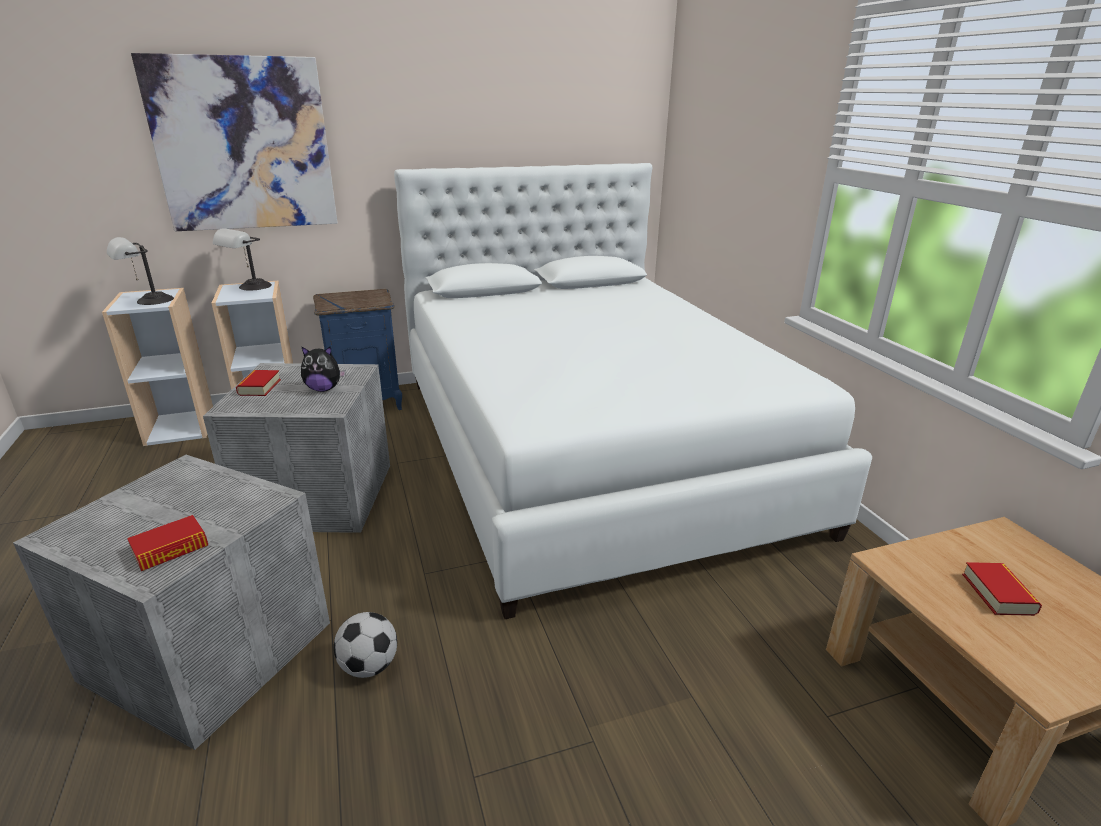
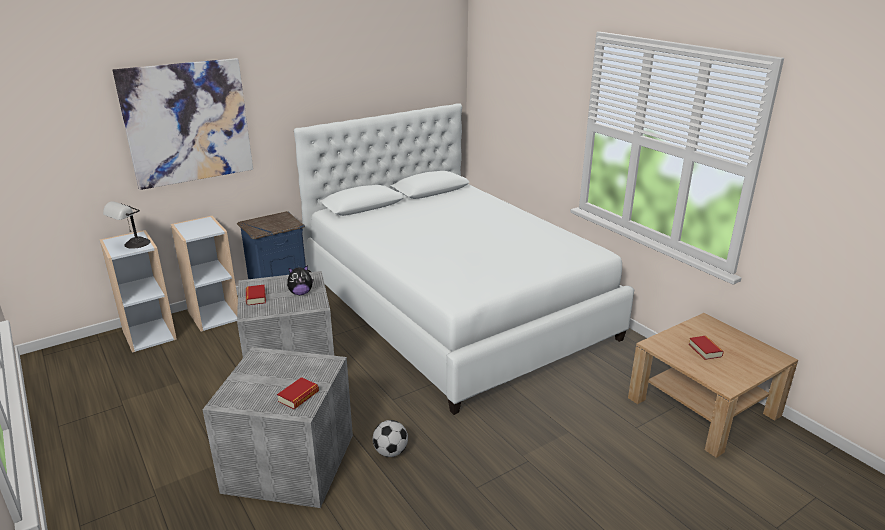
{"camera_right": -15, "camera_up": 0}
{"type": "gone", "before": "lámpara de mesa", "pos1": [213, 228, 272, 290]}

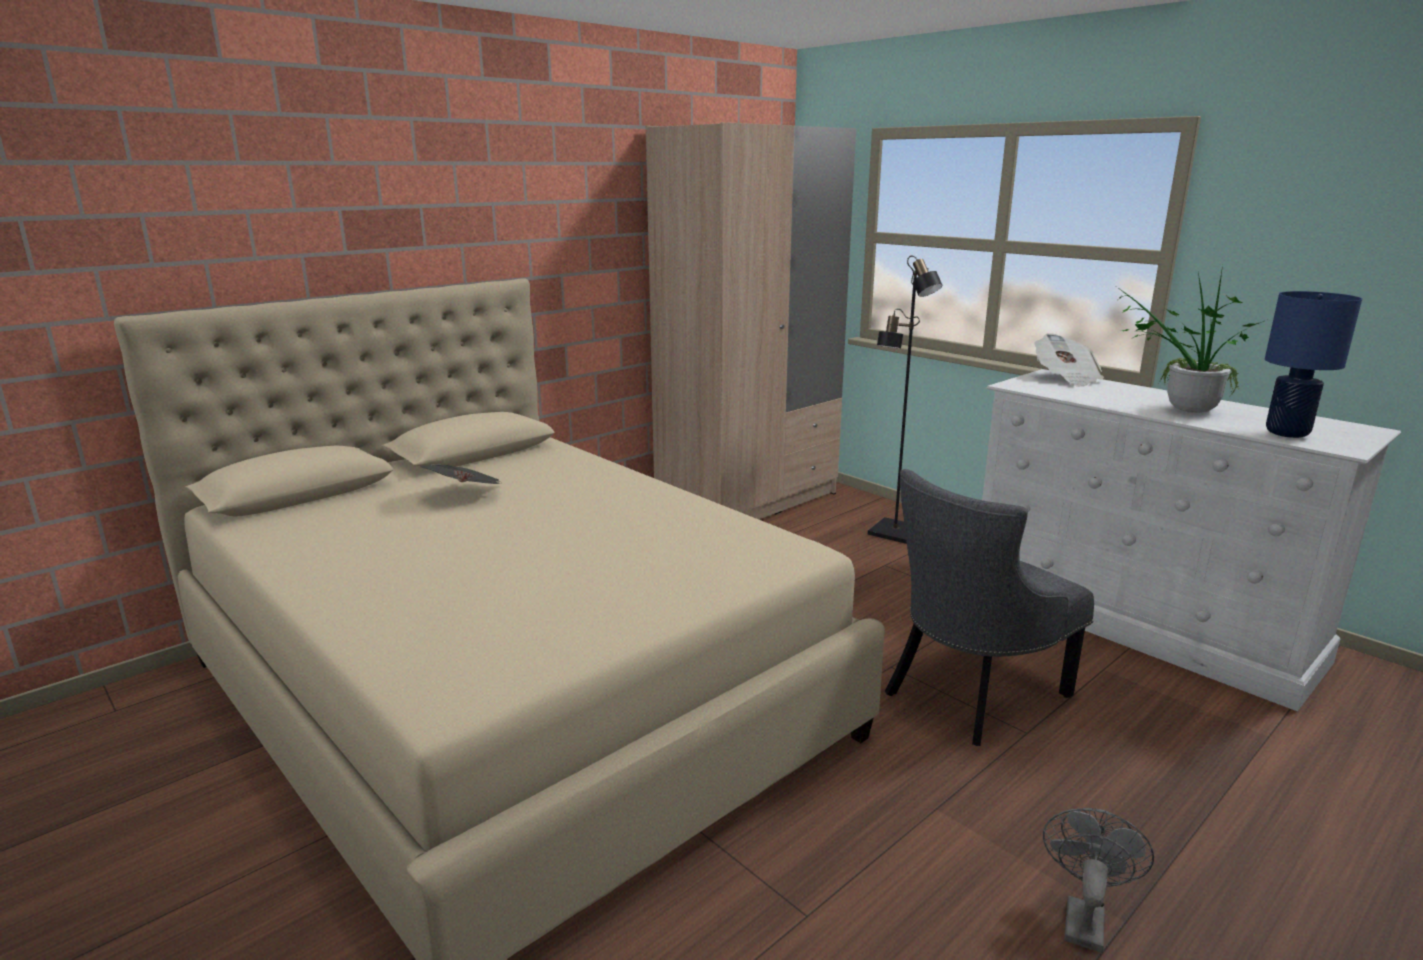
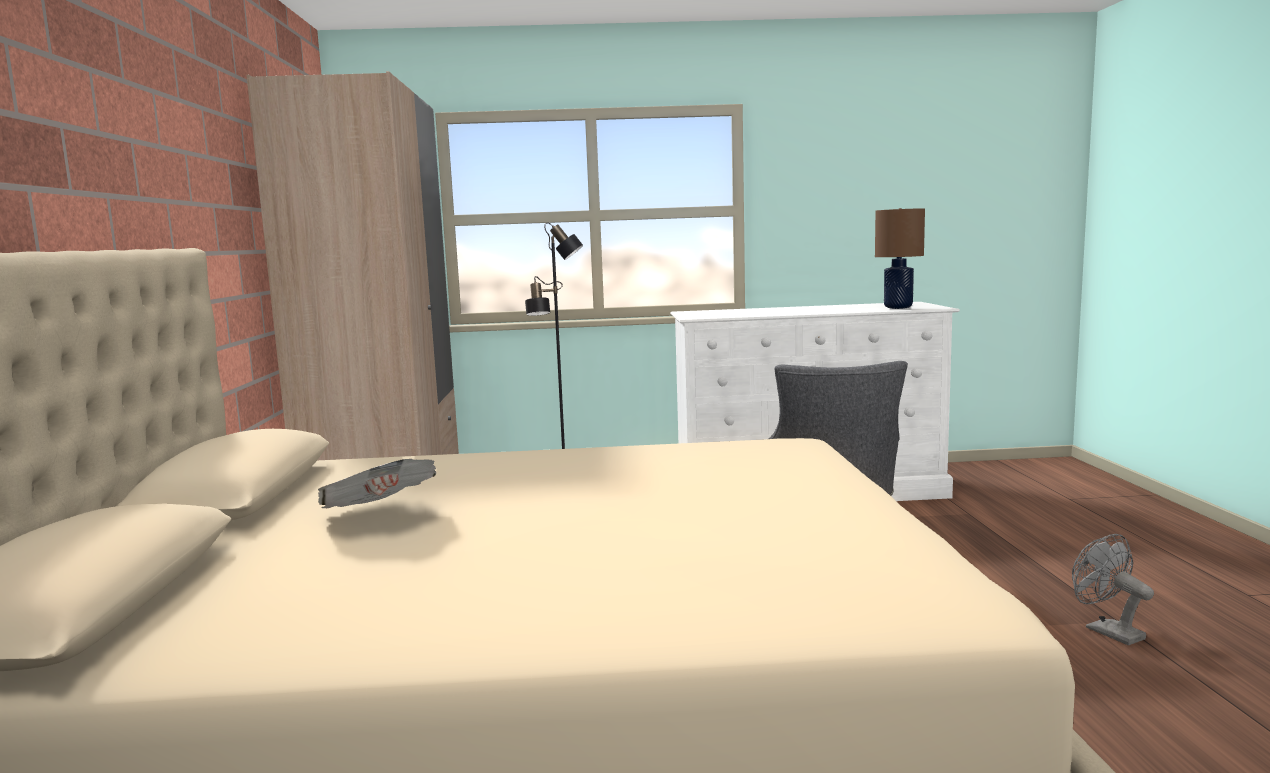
{"camera_right": -50, "camera_up": -10}
{"type": "gone", "before": "planta en maceta", "pos1": [1117, 265, 1264, 413]}
{"type": "repainted", "before": "lámpara de mesa (azul)", "after": "lámpara de mesa (marrón)", "pos1": [1265, 291, 1362, 438], "pos2": [875, 208, 925, 309]}
{"type": "gone", "before": "periódico", "pos1": [1034, 333, 1104, 387]}

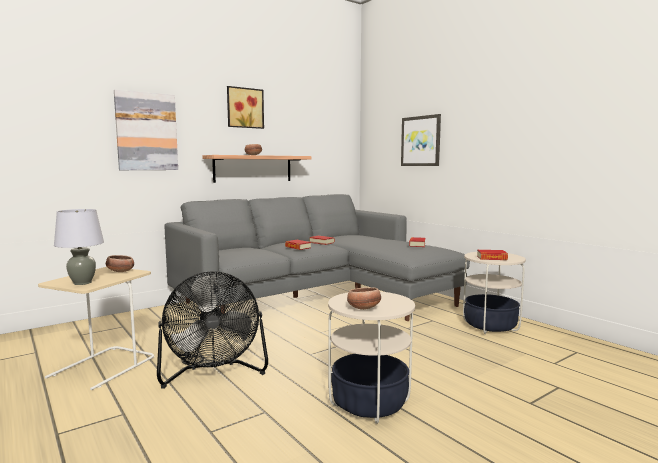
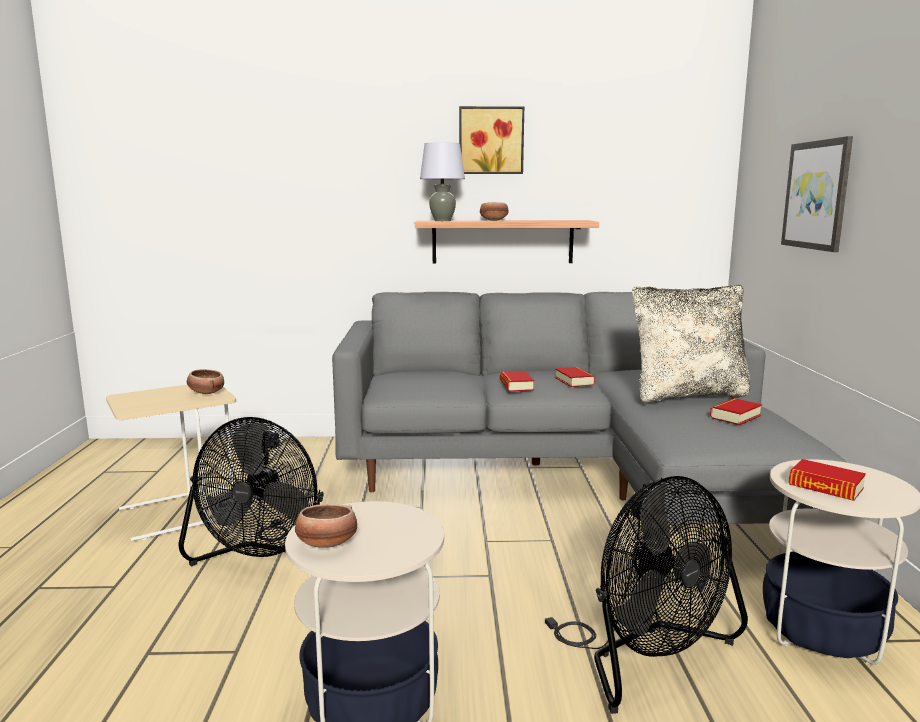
{"camera_right": 35, "camera_up": 5}
{"type": "gone", "before": "cuadro", "pos1": [114, 90, 178, 170]}
{"type": "shifted", "before": "lámpara de mesa (gris)", "pos1": [54, 209, 104, 285], "pos2": [420, 142, 465, 221]}
{"type": "new", "after": "cojín (beis)", "pos2": [632, 285, 750, 403]}
{"type": "new", "after": "ventilador (negro)", "pos2": [545, 476, 748, 714]}

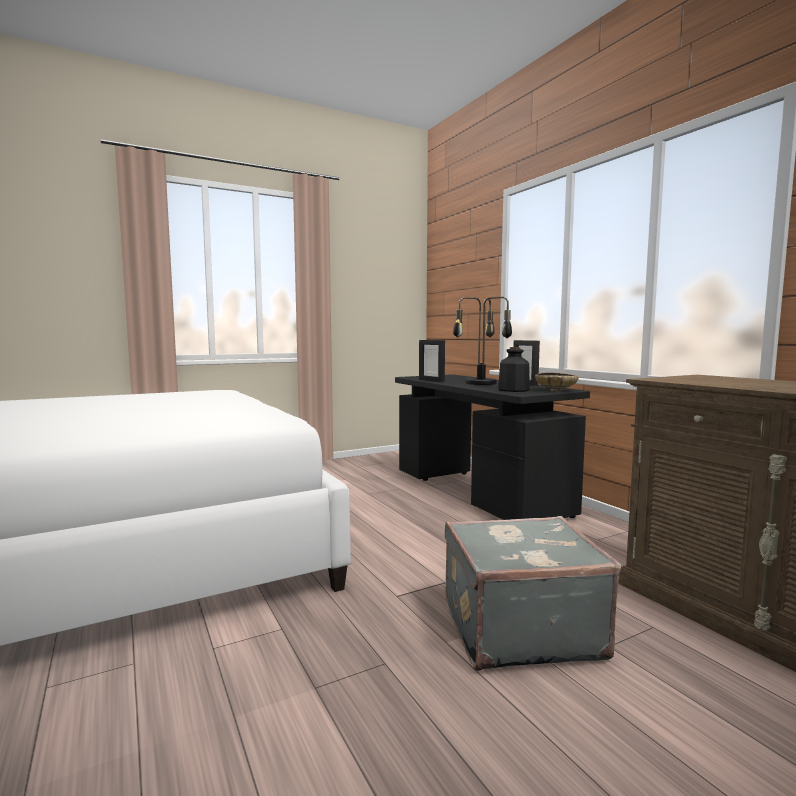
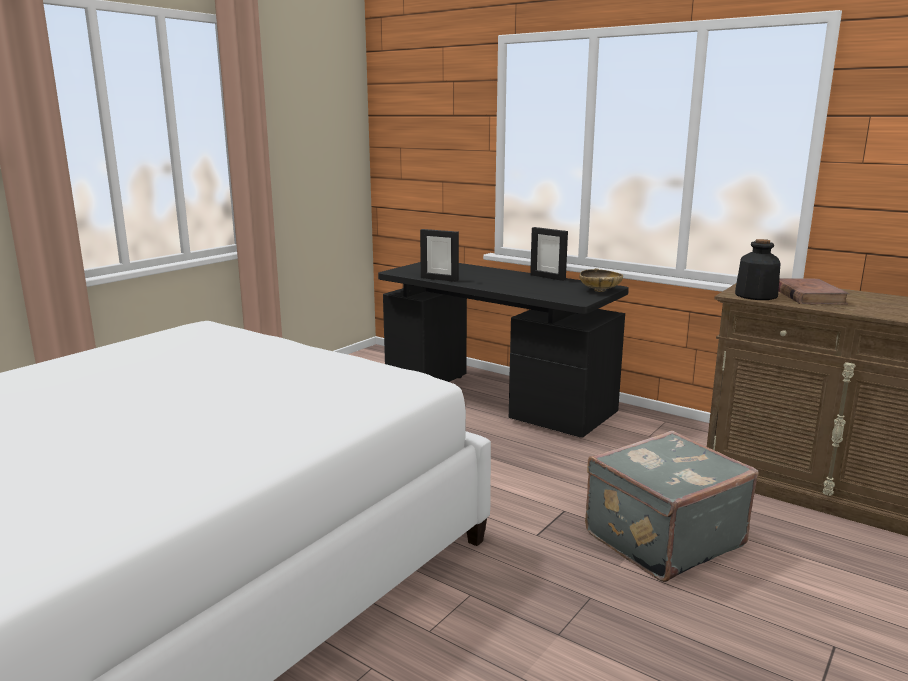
{"camera_right": -25, "camera_up": 10}
{"type": "gone", "before": "lámpara de mesa", "pos1": [453, 297, 512, 385]}
{"type": "shifted", "before": "botella", "pos1": [498, 347, 530, 392], "pos2": [735, 239, 781, 300]}
{"type": "new", "after": "libro (marrón)", "pos2": [778, 278, 849, 305]}

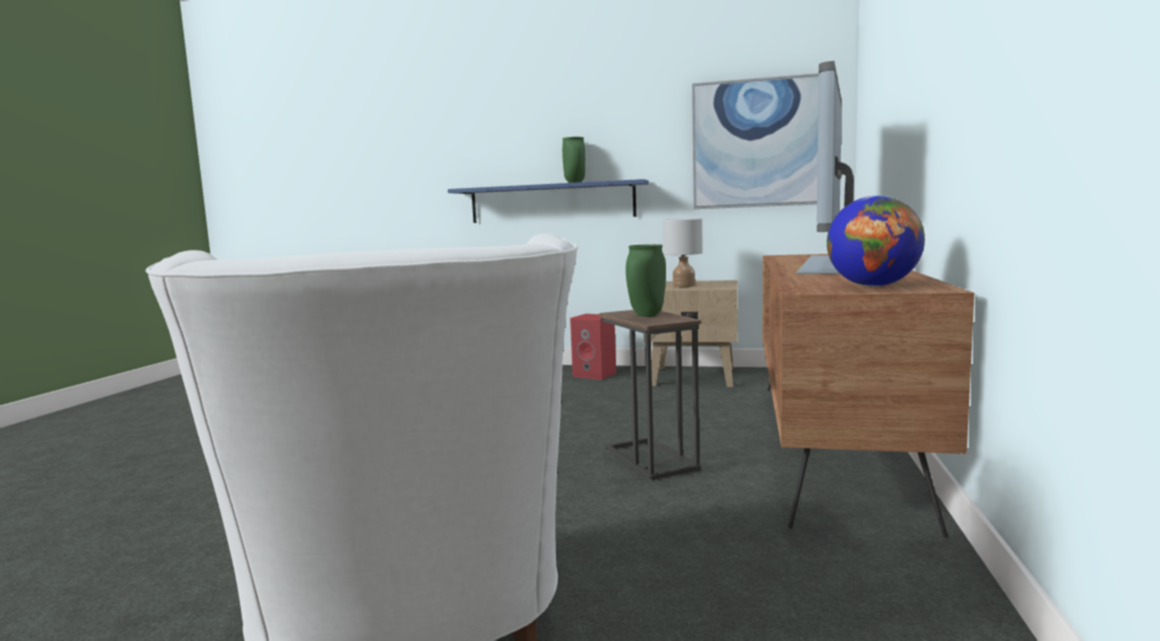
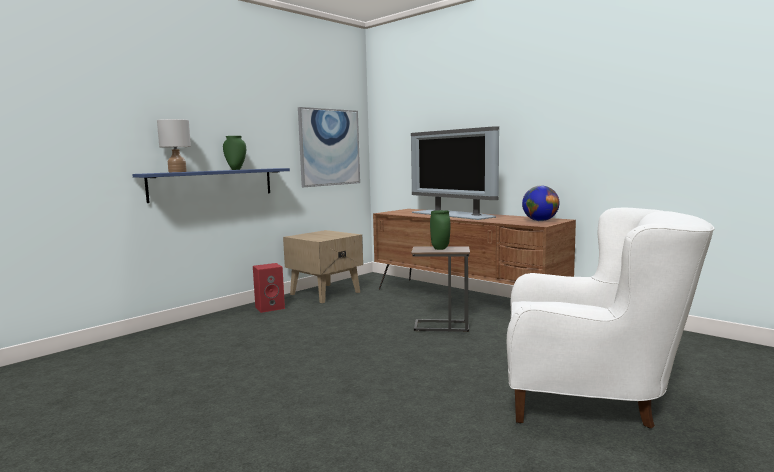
{"camera_right": -60, "camera_up": 0}
{"type": "shifted", "before": "lámpara de mesa (gris)", "pos1": [663, 218, 703, 287], "pos2": [157, 119, 191, 172]}

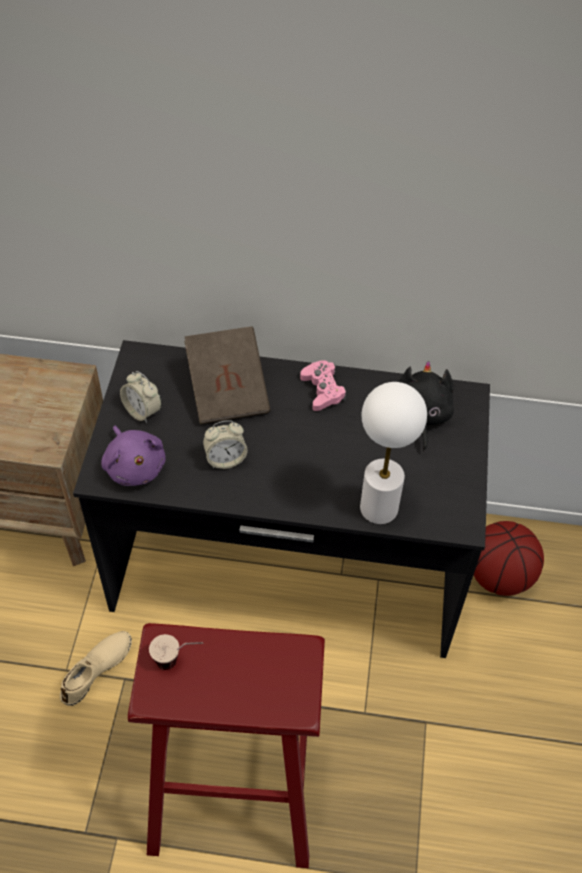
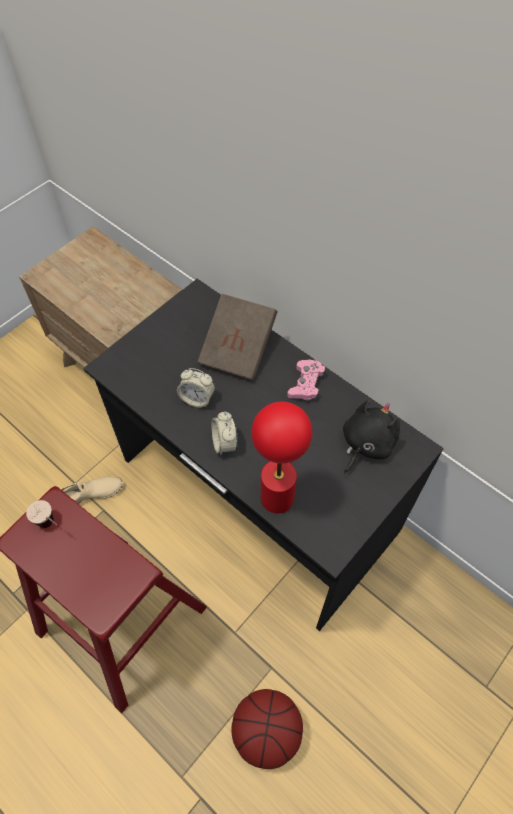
{"camera_right": 35, "camera_up": 5}
{"type": "shifted", "before": "despertador", "pos1": [120, 371, 162, 423], "pos2": [211, 412, 238, 455]}
{"type": "repainted", "before": "lámpara de mesa (blanco)", "after": "lámpara de mesa (rojo)", "pos1": [360, 382, 427, 524], "pos2": [251, 402, 312, 514]}
{"type": "gone", "before": "peluche (morado)", "pos1": [101, 426, 166, 486]}
{"type": "shifted", "before": "balón de baloncesto", "pos1": [473, 521, 544, 596], "pos2": [231, 689, 303, 769]}

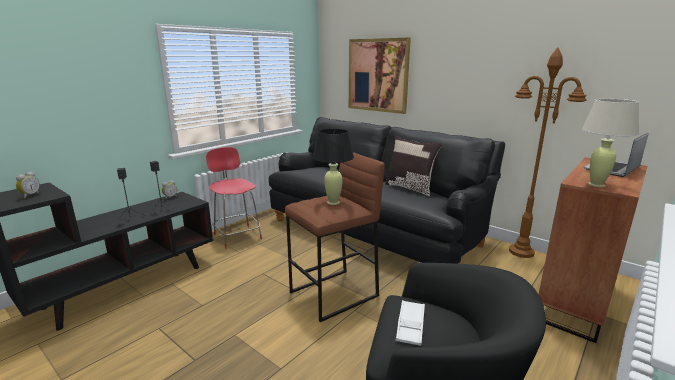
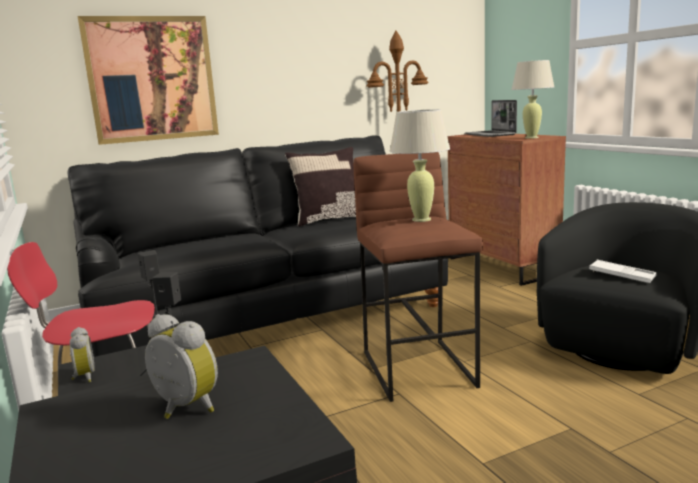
{"camera_right": -65, "camera_up": -5}
{"type": "repainted", "before": "lámpara de mesa (negro)", "after": "lámpara de mesa (beis)", "pos1": [313, 129, 354, 205], "pos2": [389, 109, 450, 222]}

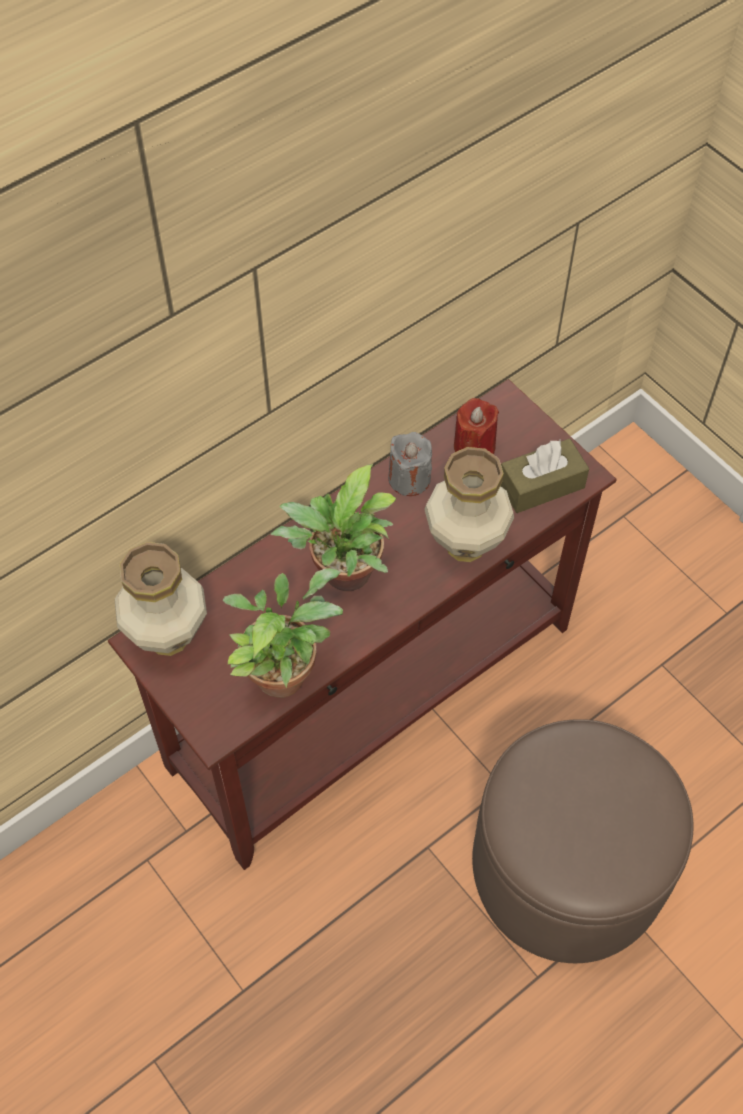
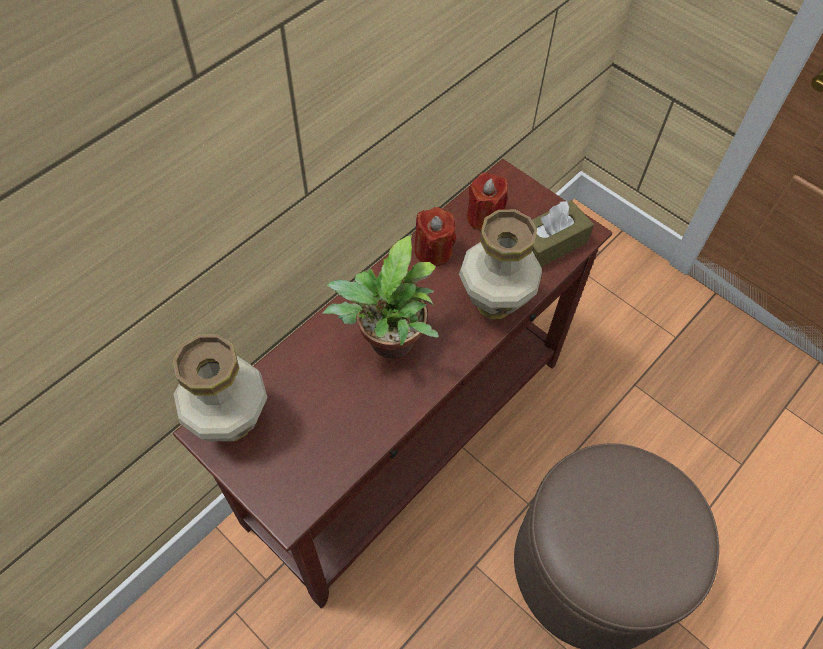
{"camera_right": -10, "camera_up": 0}
{"type": "repainted", "before": "vela (gris)", "after": "vela (rojo)", "pos1": [388, 432, 432, 496], "pos2": [414, 207, 456, 266]}
{"type": "gone", "before": "planta en maceta", "pos1": [223, 568, 343, 698]}

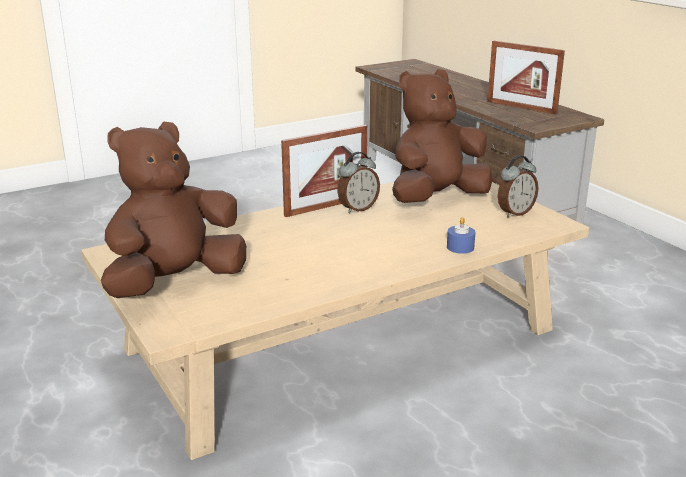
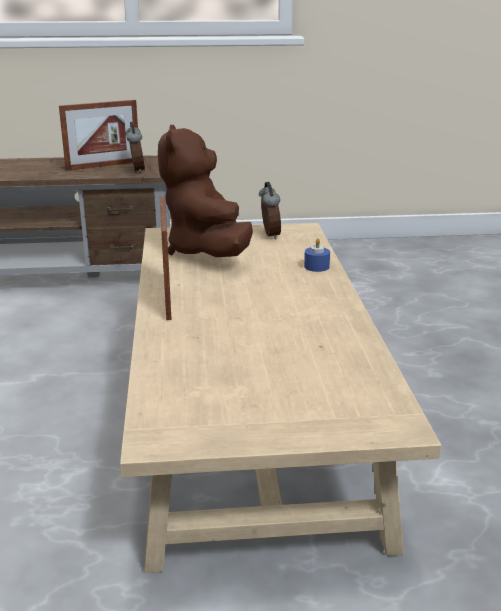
{"camera_right": -65, "camera_up": 0}
{"type": "gone", "before": "peluche (marrón)", "pos1": [101, 122, 246, 298]}
{"type": "shifted", "before": "despertador", "pos1": [338, 152, 380, 213], "pos2": [125, 122, 145, 173]}

